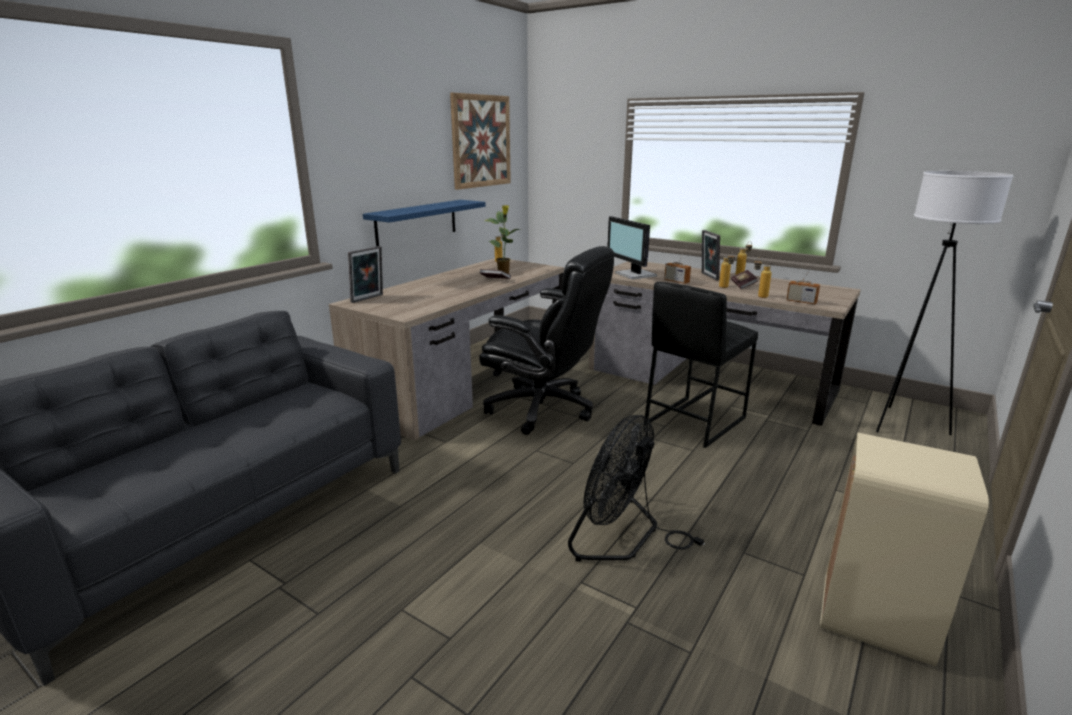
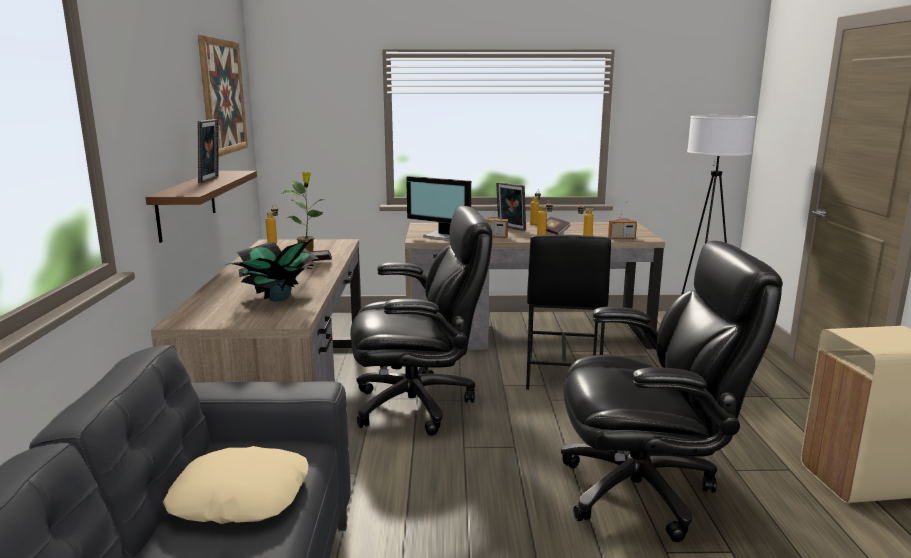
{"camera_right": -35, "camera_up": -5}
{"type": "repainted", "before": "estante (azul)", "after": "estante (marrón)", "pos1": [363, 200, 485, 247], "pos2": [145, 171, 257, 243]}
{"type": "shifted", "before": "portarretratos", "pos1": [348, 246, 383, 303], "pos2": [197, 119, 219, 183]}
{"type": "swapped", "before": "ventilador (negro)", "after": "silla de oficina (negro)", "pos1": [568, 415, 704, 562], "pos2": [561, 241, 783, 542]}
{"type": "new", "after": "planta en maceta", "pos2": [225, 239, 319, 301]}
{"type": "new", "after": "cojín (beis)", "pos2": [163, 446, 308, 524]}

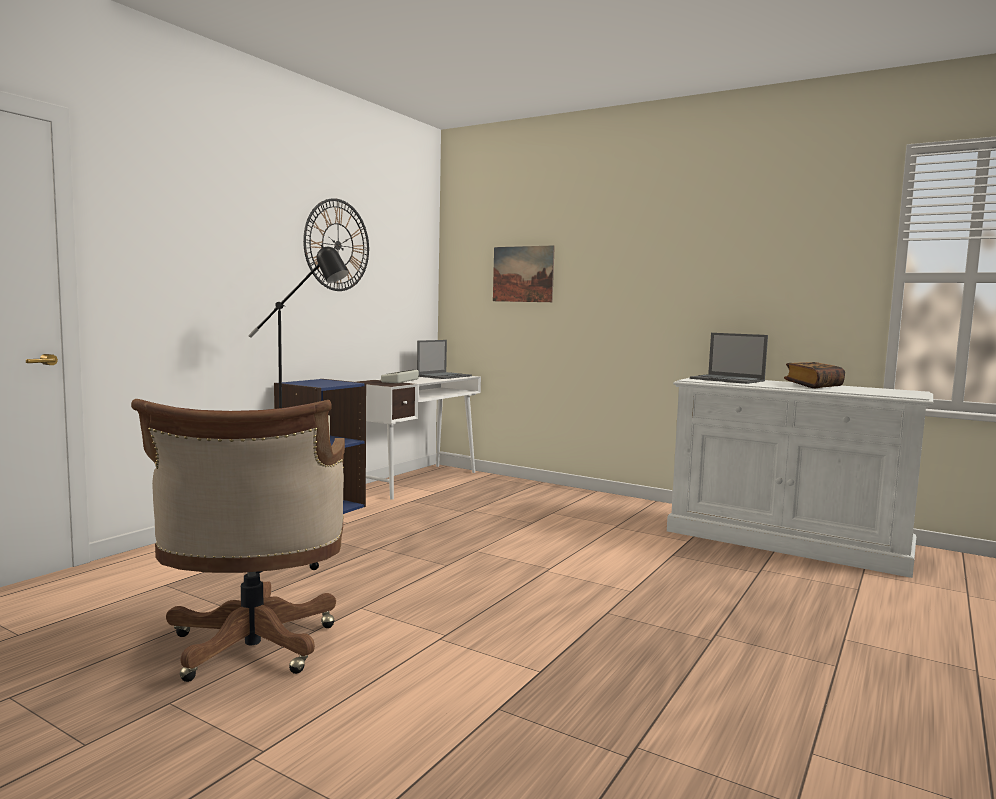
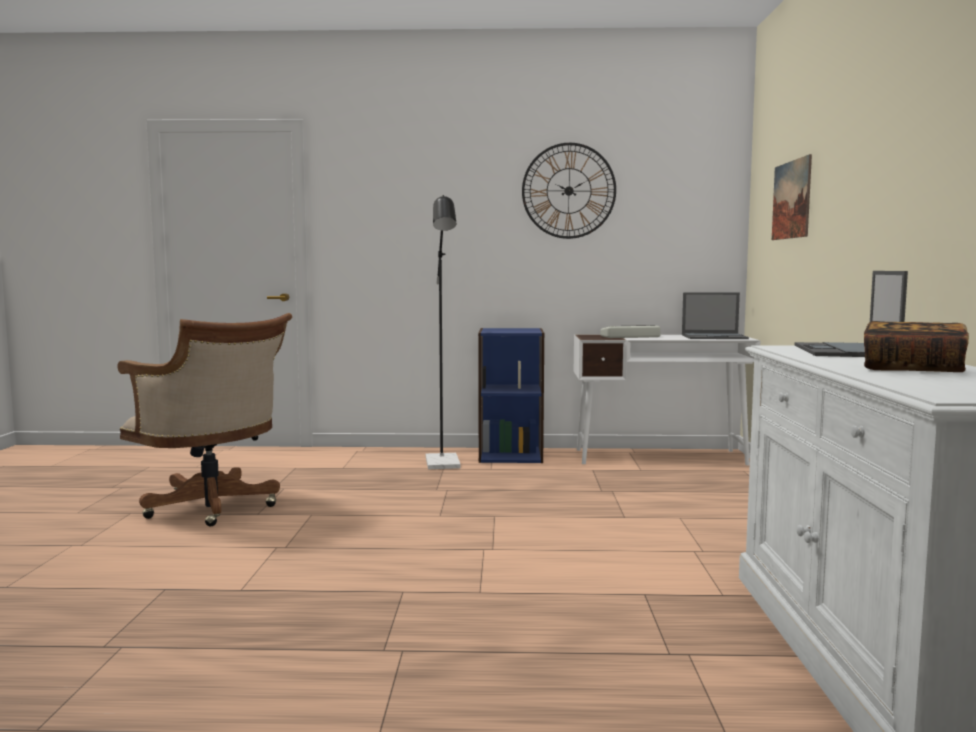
{"camera_right": 60, "camera_up": 0}
{"type": "rotated", "before": "silla de oficina", "pos1": [131, 399, 345, 682], "pos2": [117, 313, 292, 526], "turn": -105}

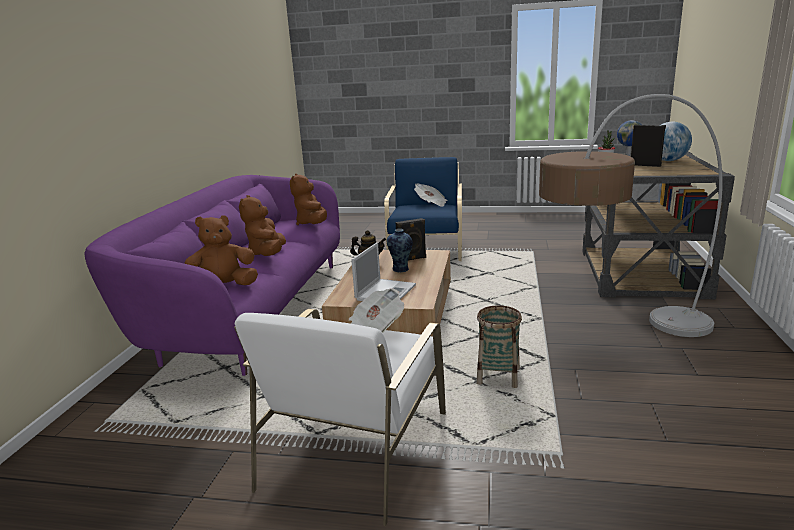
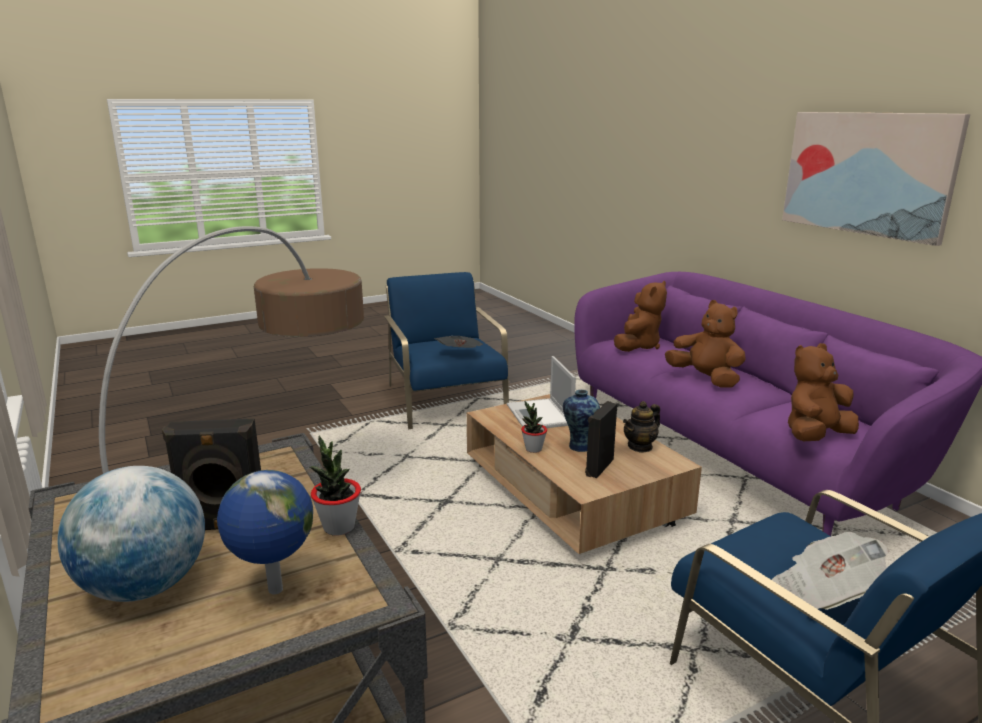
{"camera_right": 140, "camera_up": 0}
{"type": "rotated", "before": "peluche (marrón)", "pos1": [290, 174, 327, 225], "pos2": [788, 343, 859, 441], "turn": -75}
{"type": "gone", "before": "cesta", "pos1": [477, 305, 522, 388]}
{"type": "repainted", "before": "sillón (blanco)", "after": "sillón (azul)", "pos1": [234, 309, 446, 526], "pos2": [384, 272, 509, 429]}
{"type": "new", "after": "cuadro", "pos2": [782, 112, 970, 246]}
{"type": "new", "after": "planta en maceta", "pos2": [521, 401, 547, 453]}

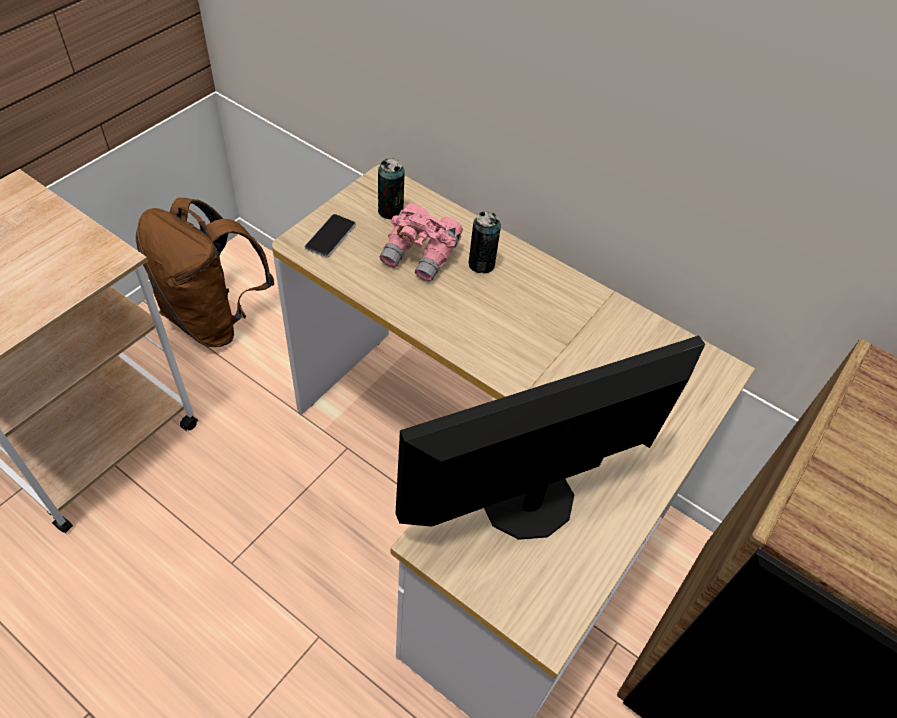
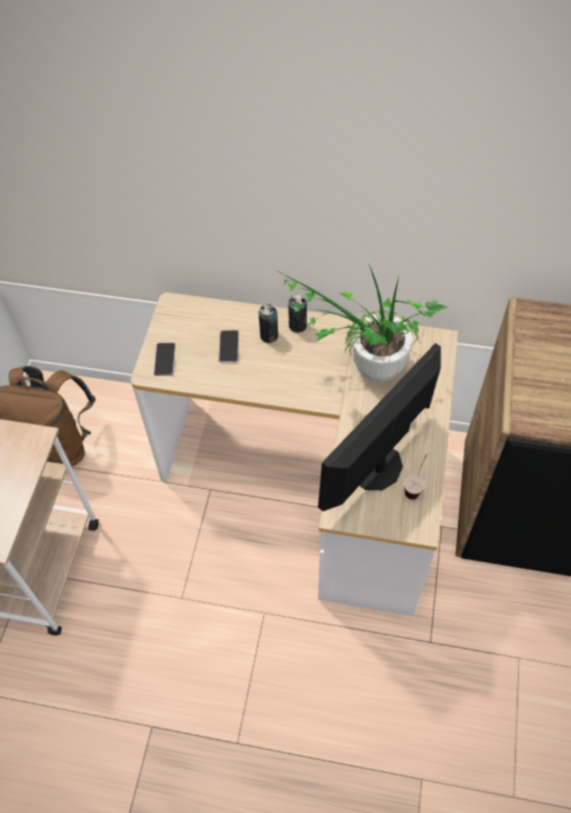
{"camera_right": -20, "camera_up": 5}
{"type": "shifted", "before": "lata", "pos1": [378, 158, 404, 219], "pos2": [288, 294, 307, 333]}
{"type": "swapped", "before": "prismáticos (rosa)", "after": "móvil", "pos1": [380, 204, 463, 282], "pos2": [219, 330, 239, 363]}
{"type": "new", "after": "planta en maceta", "pos2": [281, 265, 448, 381]}
{"type": "new", "after": "taza", "pos2": [403, 454, 427, 500]}

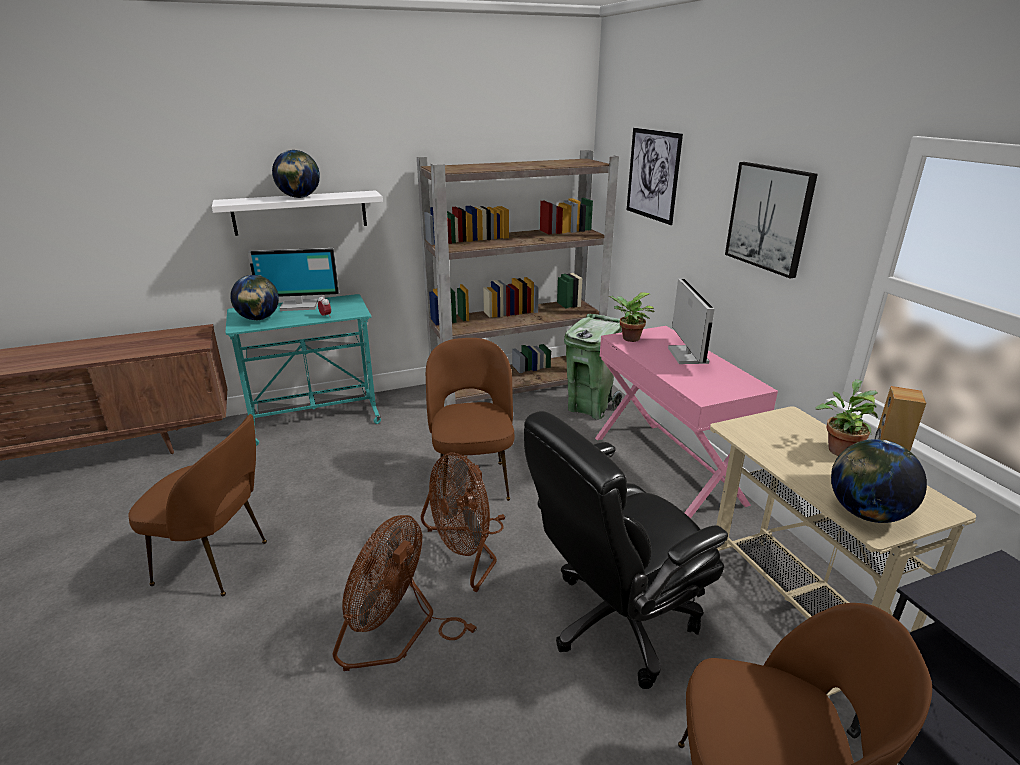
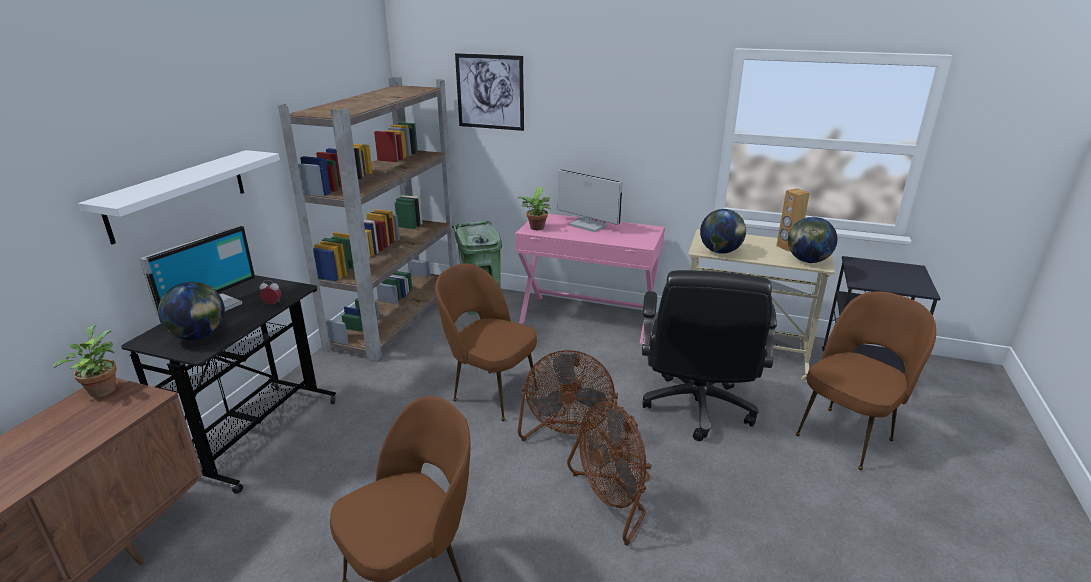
{"camera_right": -50, "camera_up": 0}
{"type": "shifted", "before": "globo terráqueo", "pos1": [272, 150, 320, 198], "pos2": [700, 209, 746, 254]}
{"type": "gone", "before": "cuadro", "pos1": [725, 162, 818, 278]}
{"type": "repainted", "before": "escritorio (turquesa)", "after": "escritorio (negro)", "pos1": [225, 294, 381, 446], "pos2": [121, 275, 336, 494]}
{"type": "shifted", "before": "planta en maceta", "pos1": [815, 379, 878, 456], "pos2": [53, 325, 117, 398]}

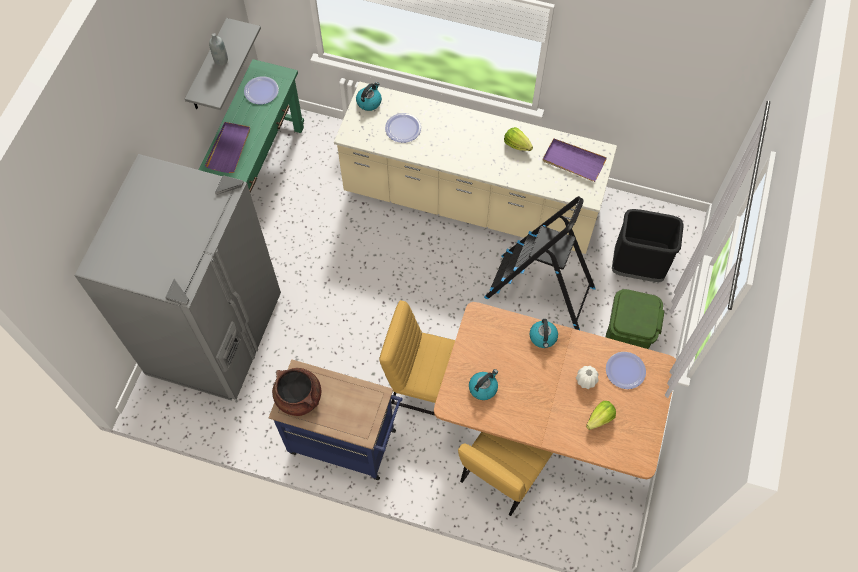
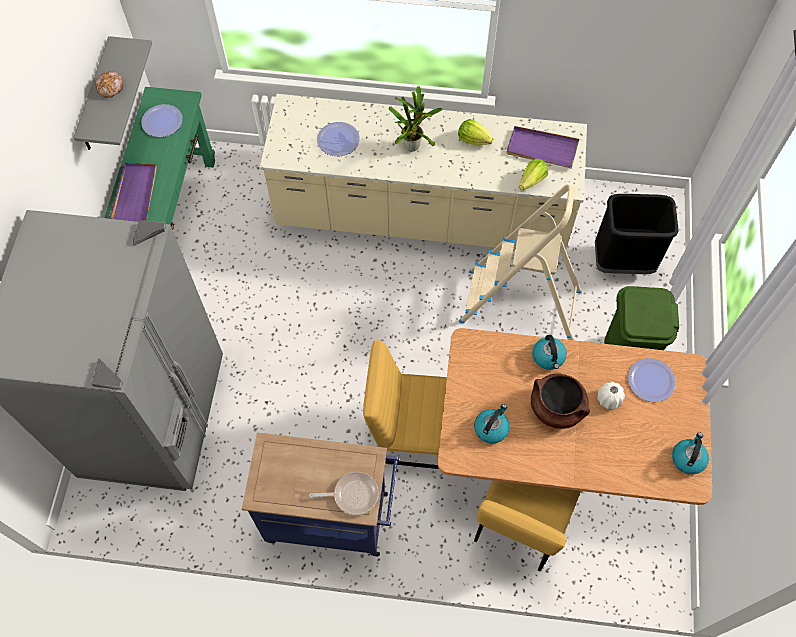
{"camera_right": -10, "camera_up": 0}
{"type": "swapped", "before": "botella (gris)", "after": "pan", "pos1": [209, 33, 228, 66], "pos2": [95, 71, 123, 98]}
{"type": "shifted", "before": "hervidor", "pos1": [356, 82, 382, 111], "pos2": [672, 432, 709, 474]}
{"type": "repainted", "before": "escalera de tijera (negro)", "after": "escalera de tijera (beis)", "pos1": [484, 196, 596, 330], "pos2": [459, 184, 582, 340]}
{"type": "shifted", "before": "olla (marrón)", "pos1": [272, 368, 321, 416], "pos2": [531, 374, 590, 429]}
{"type": "shifted", "before": "lechuga", "pos1": [586, 401, 616, 430], "pos2": [519, 159, 548, 190]}
{"type": "new", "after": "planta en maceta", "pos2": [389, 86, 442, 152]}
{"type": "new", "after": "sartén", "pos2": [309, 472, 379, 516]}

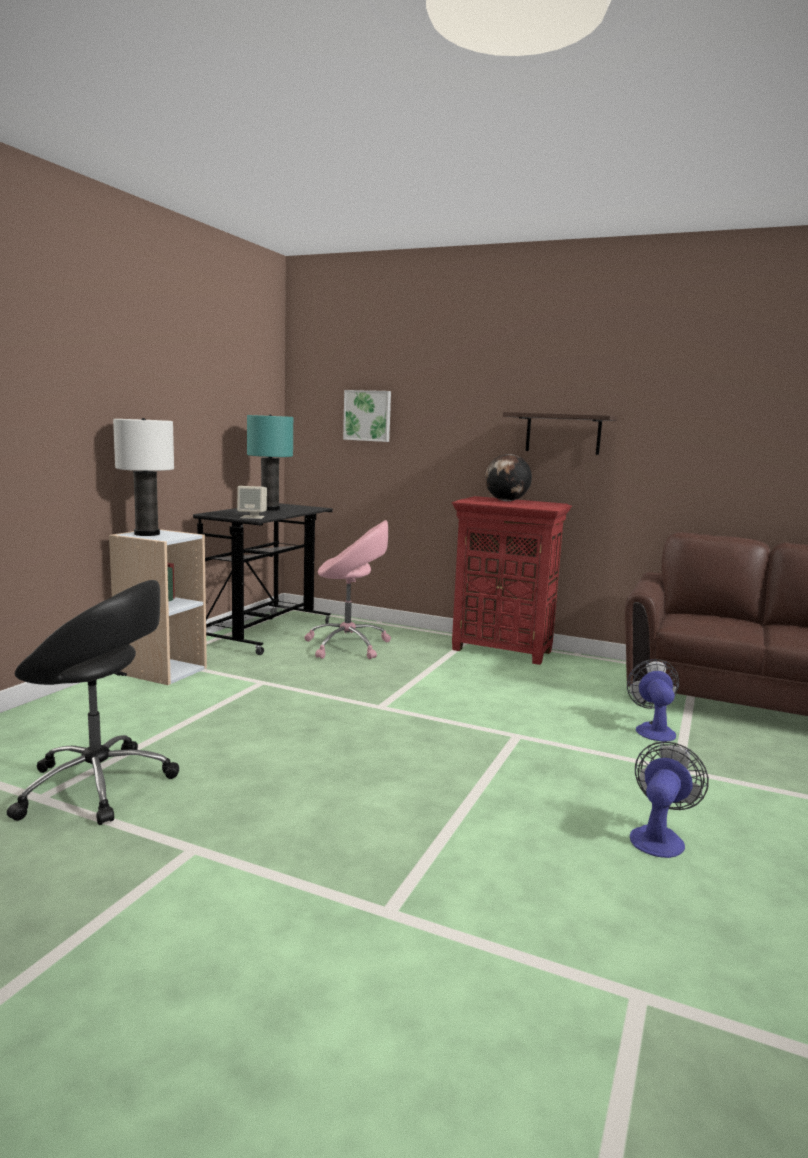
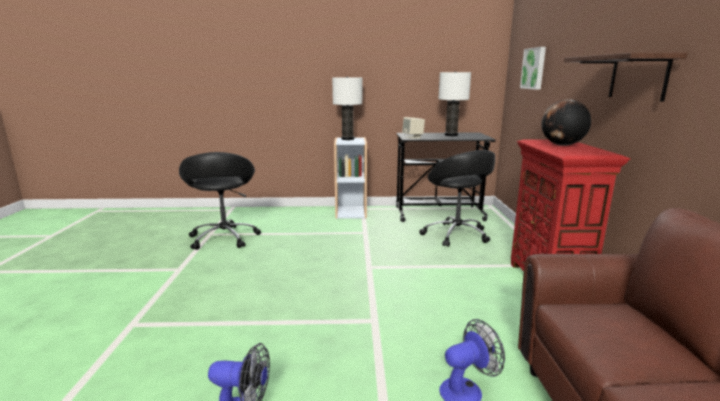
{"camera_right": 65, "camera_up": 5}
{"type": "repainted", "before": "lámpara de mesa (turquesa)", "after": "lámpara de mesa (blanco)", "pos1": [247, 414, 293, 511], "pos2": [438, 71, 471, 136]}
{"type": "repainted", "before": "silla de oficina (rosa)", "after": "silla de oficina (negro)", "pos1": [304, 520, 391, 659], "pos2": [419, 150, 495, 247]}

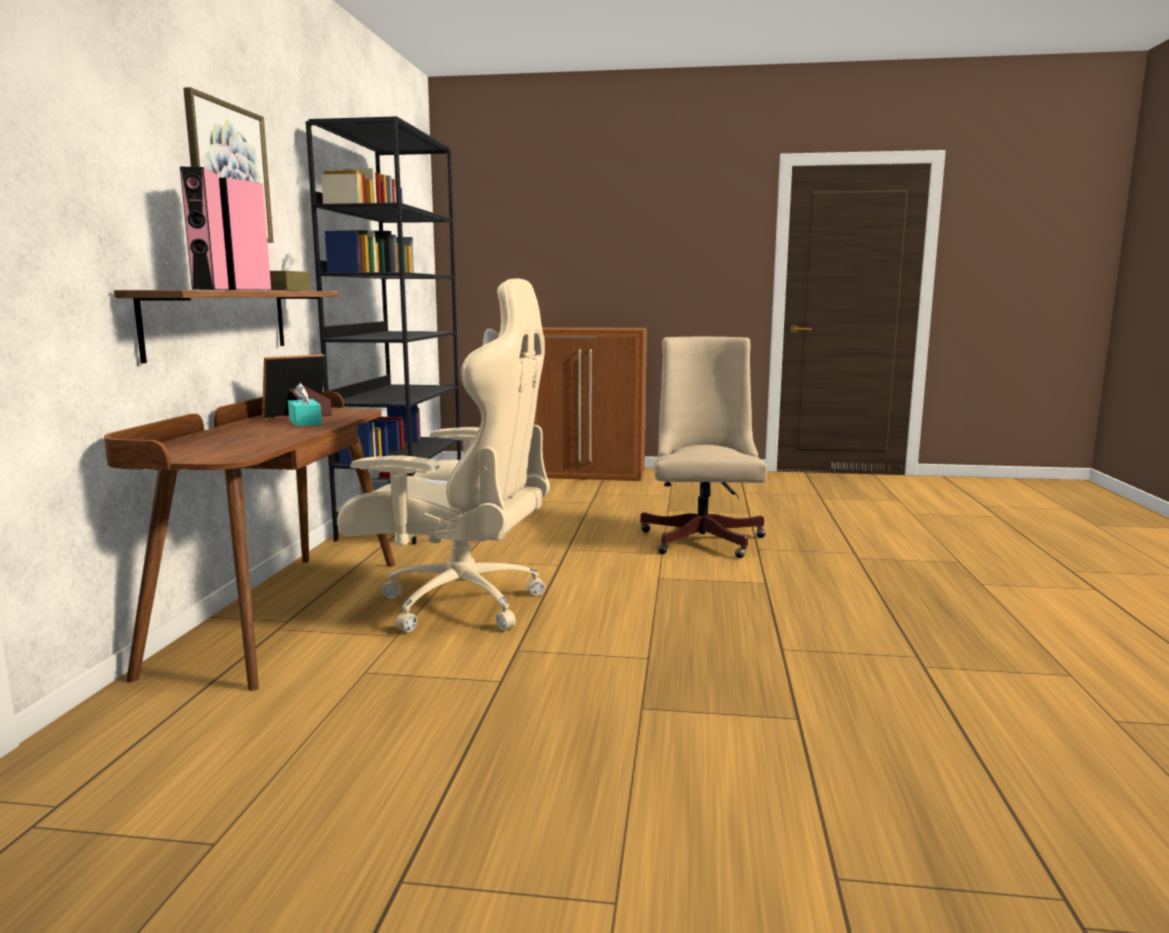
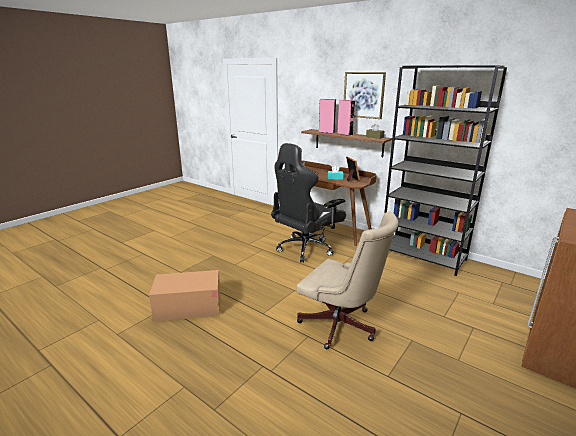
{"camera_right": 120, "camera_up": 10}
{"type": "repainted", "before": "silla de oficina (beis)", "after": "silla de oficina (negro)", "pos1": [337, 279, 550, 632], "pos2": [271, 143, 346, 263]}
{"type": "new", "after": "caja de cartón", "pos2": [149, 270, 221, 322]}

